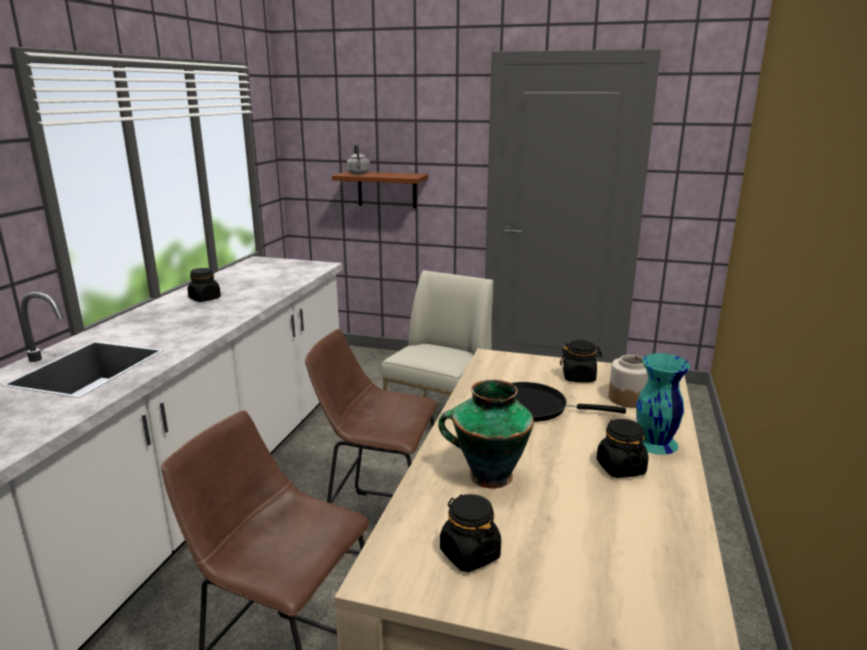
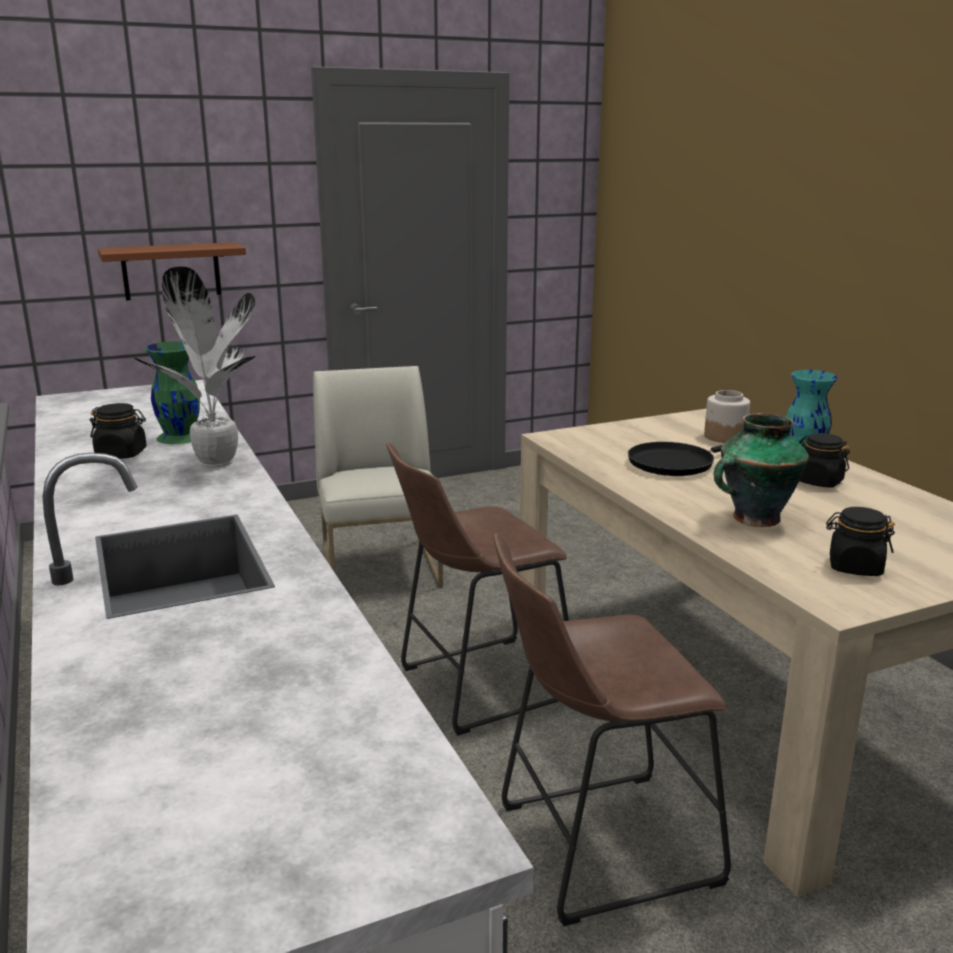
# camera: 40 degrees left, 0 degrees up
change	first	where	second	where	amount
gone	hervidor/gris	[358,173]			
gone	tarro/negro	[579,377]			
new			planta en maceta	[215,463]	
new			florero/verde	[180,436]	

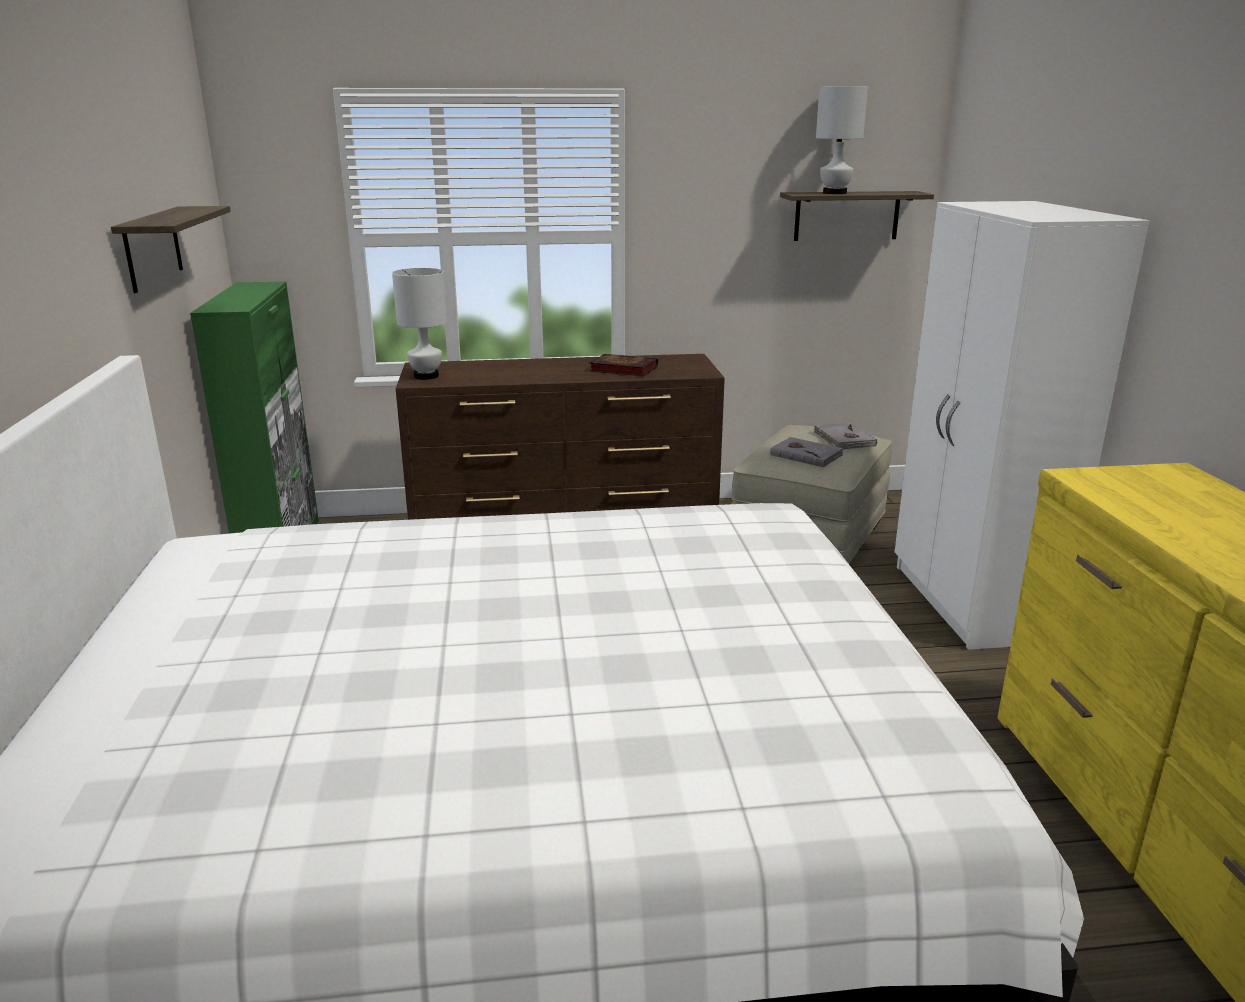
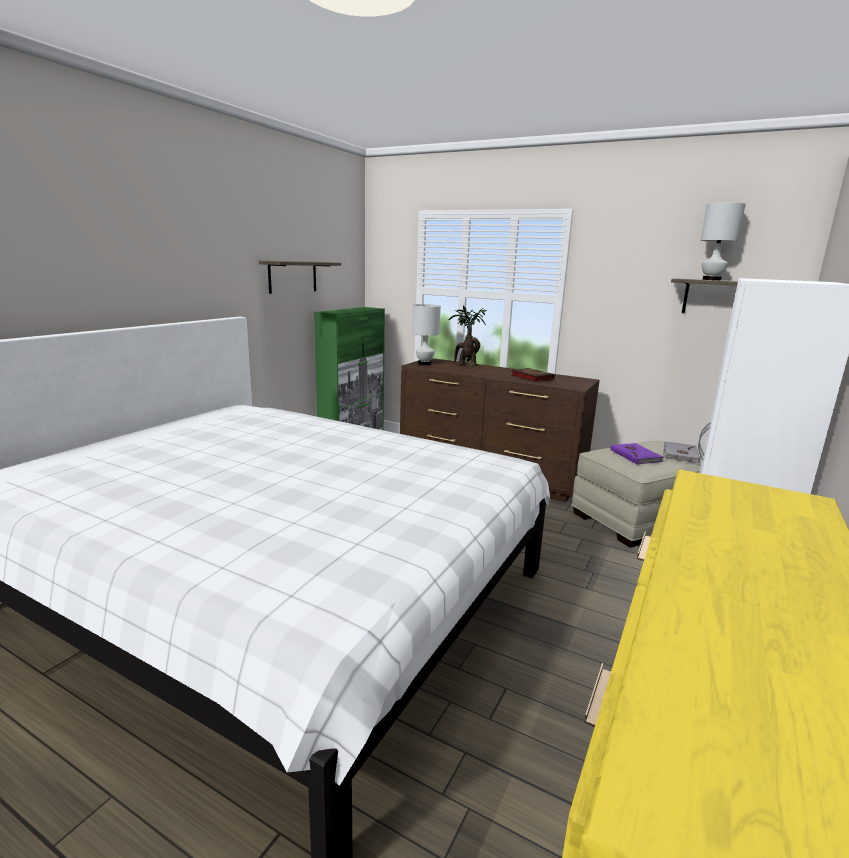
# camera: 35 degrees right, 5 degrees down
change	first	where	second	where	amount
repainted	libro/gris	[806,454]	libro/morado	[636,455]	
new			planta en maceta	[465,364]	

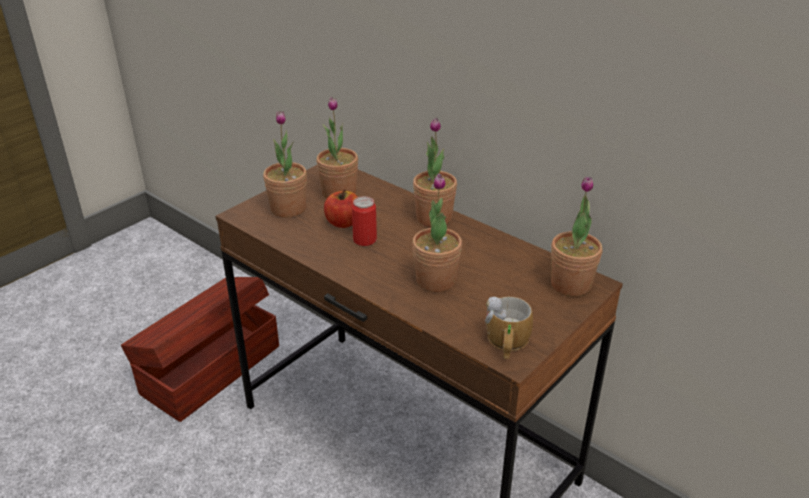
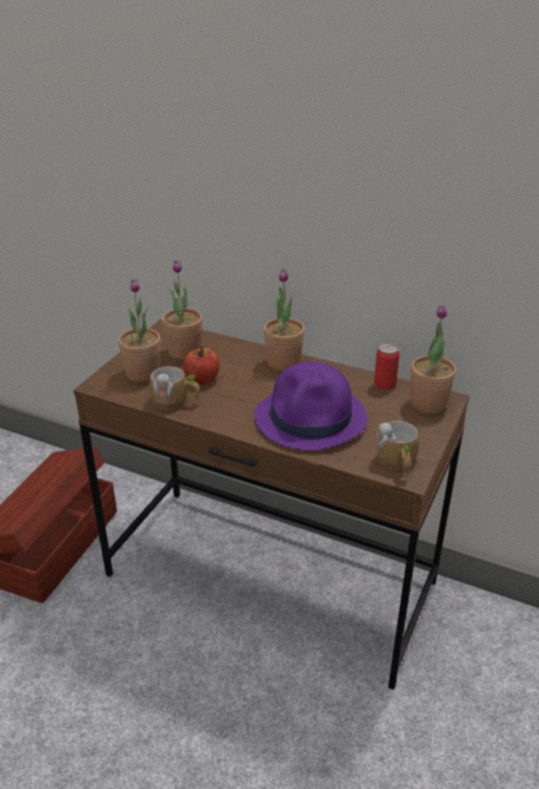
# camera: 15 degrees left, 0 degrees up
change	first	where	second	where	amount
swapped	planta en maceta	[436,280]	sombrero/morado	[311,418]	
shifted	lata	[365,240]		[384,384]	
new			taza grande	[176,401]	

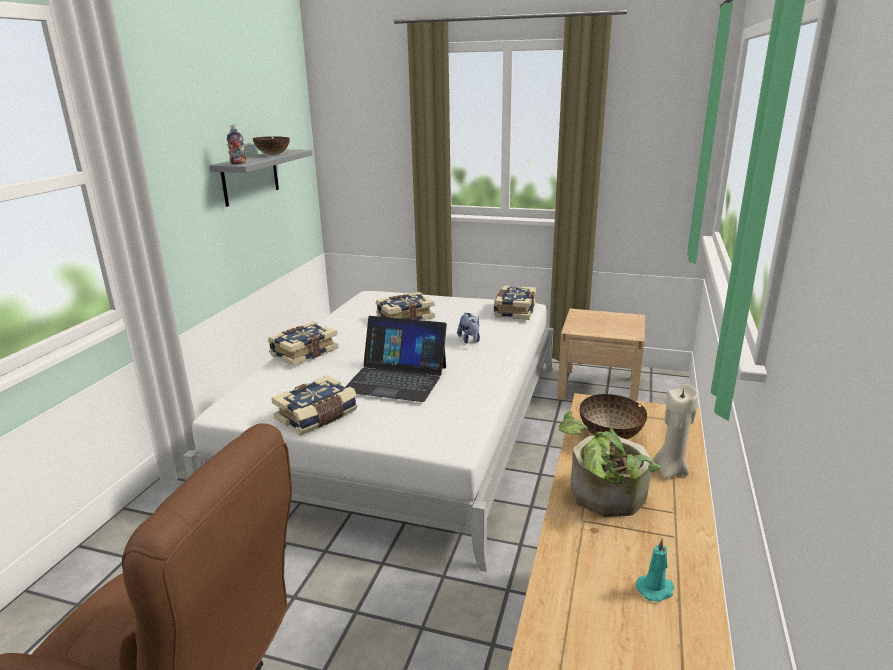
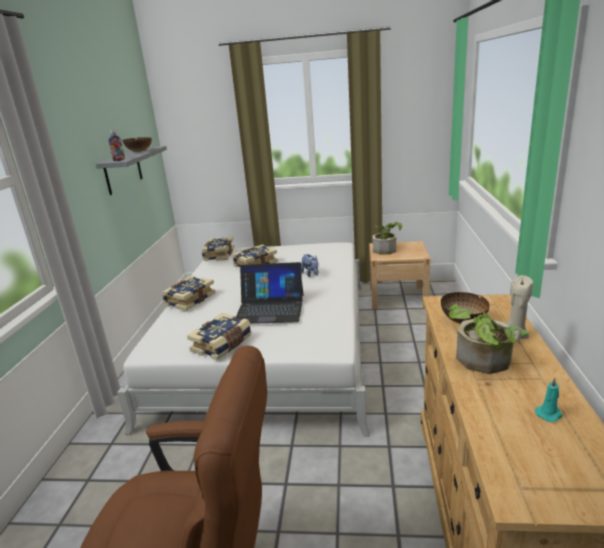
# camera: 10 degrees left, 0 degrees up
change	first	where	second	where	amount
shifted	libro	[513,311]		[218,255]	
new			planta en maceta	[386,249]	

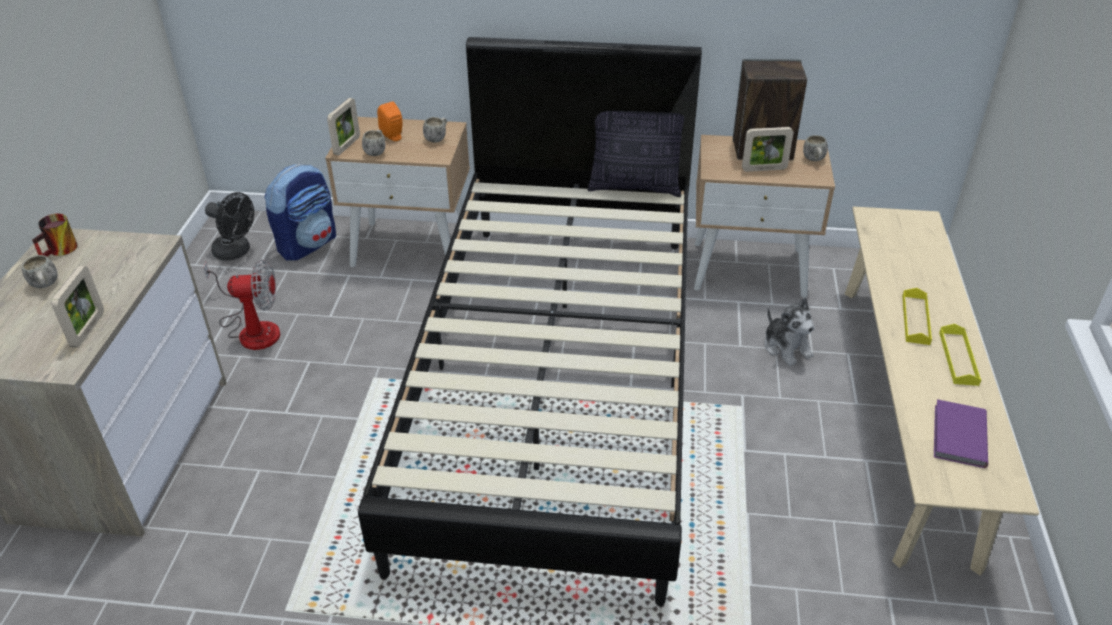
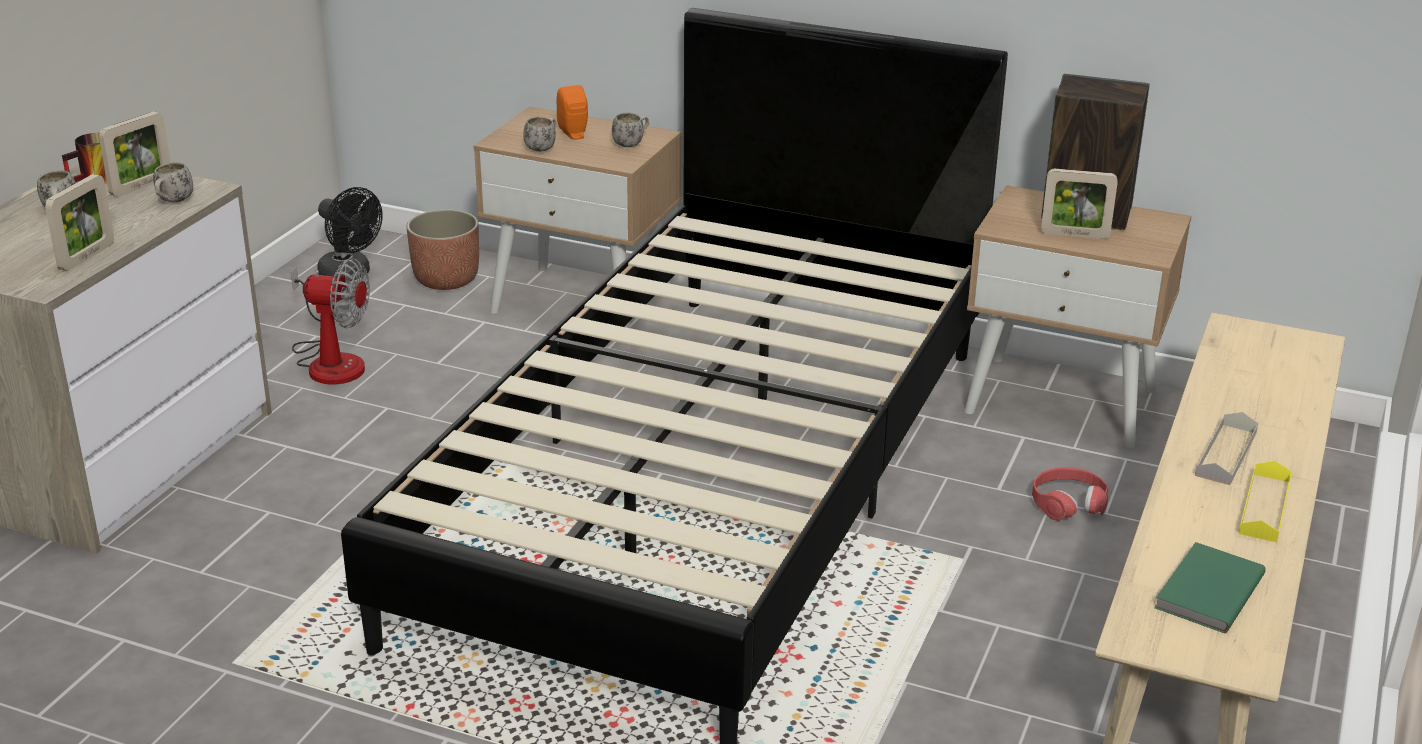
# camera: 15 degrees right, 10 degrees down
change	first	where	second	where	amount
shifted	portarretratos	[347,146]		[141,186]	
gone	cojín	[635,187]			
shifted	taza grande/blanco	[814,160]		[173,202]	
swapped	mochila	[308,244]	maceta	[446,279]	
repainted	bandeja/amarillo	[915,319]	bandeja/gris	[1226,453]	
swapped	peluche	[786,347]	auriculares/rojo	[1068,503]	
repainted	libro/morado	[957,436]	libro/verde	[1206,591]	

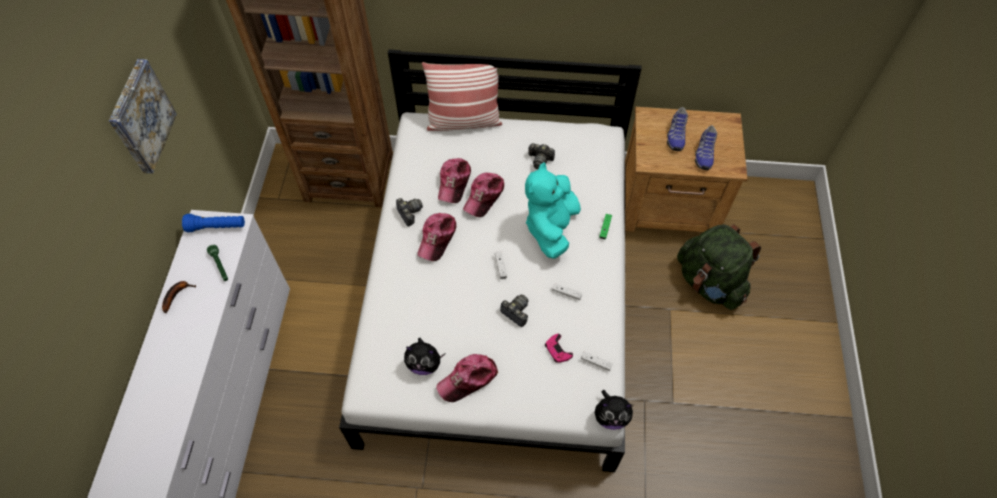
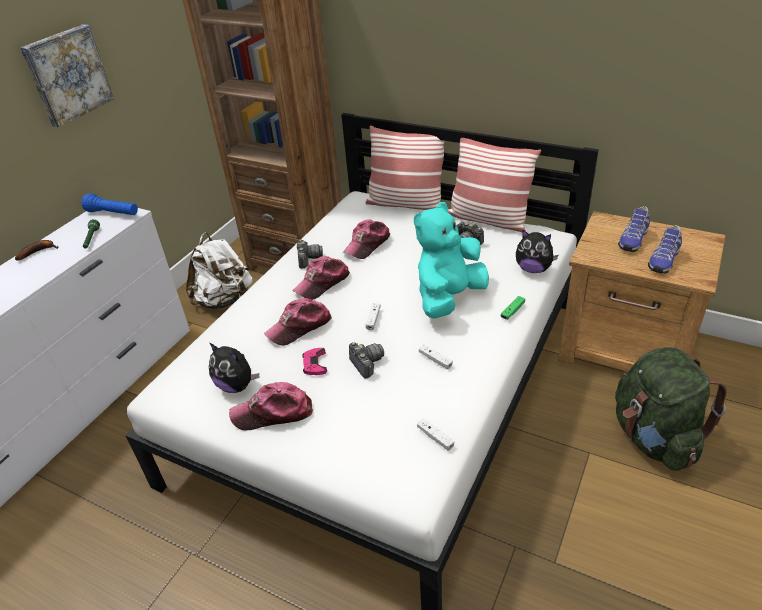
# camera: 25 degrees right, 20 degrees down
change	first	where	second	where	amount
shifted	gorra	[484,196]		[299,327]	
shifted	mando de consola/rosa	[557,350]		[314,364]	
shifted	peluche	[611,416]		[533,269]	
new			cojín	[488,219]	
new			mochila/blanco	[225,300]	

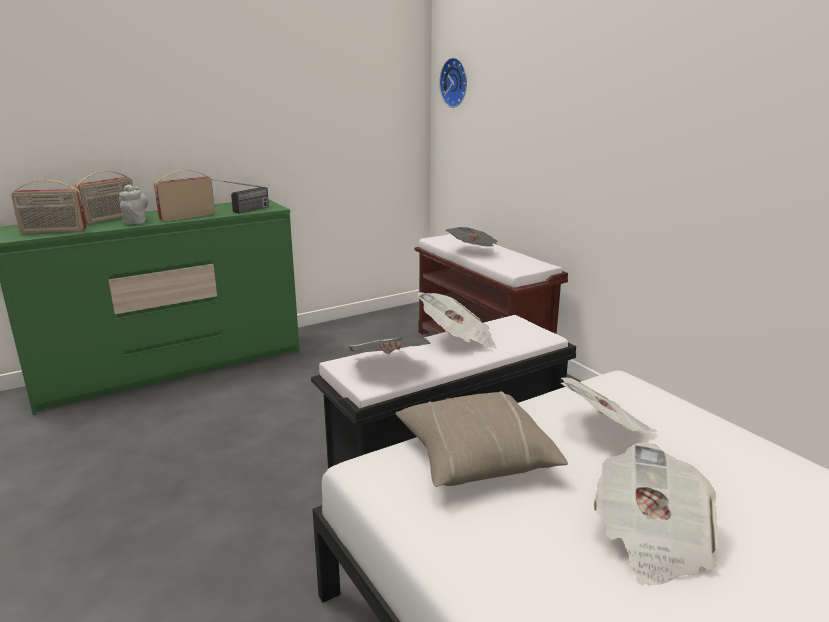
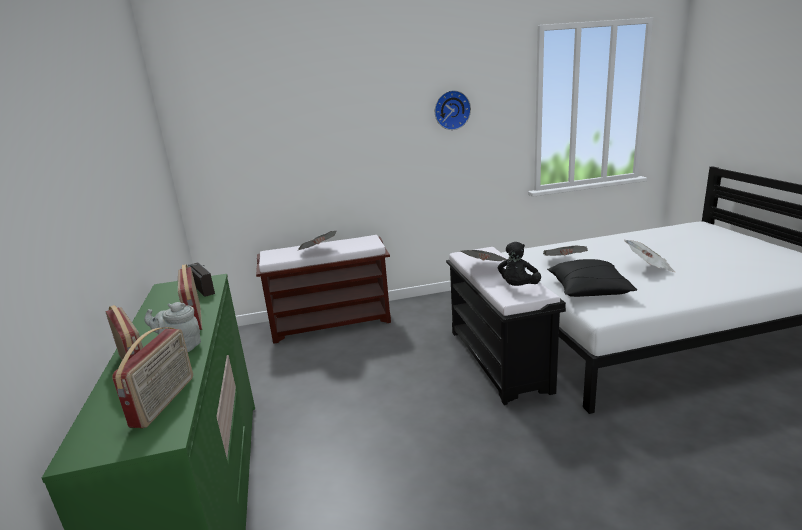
# camera: 70 degrees left, 0 degrees up
change	first	where	second	where	amount
shifted	reloj de pared	[456,82]		[451,110]	
swapped	periódico	[388,367]	peluche/negro	[518,287]	
repainted	cojín/beis	[475,457]	cojín/negro	[589,290]	

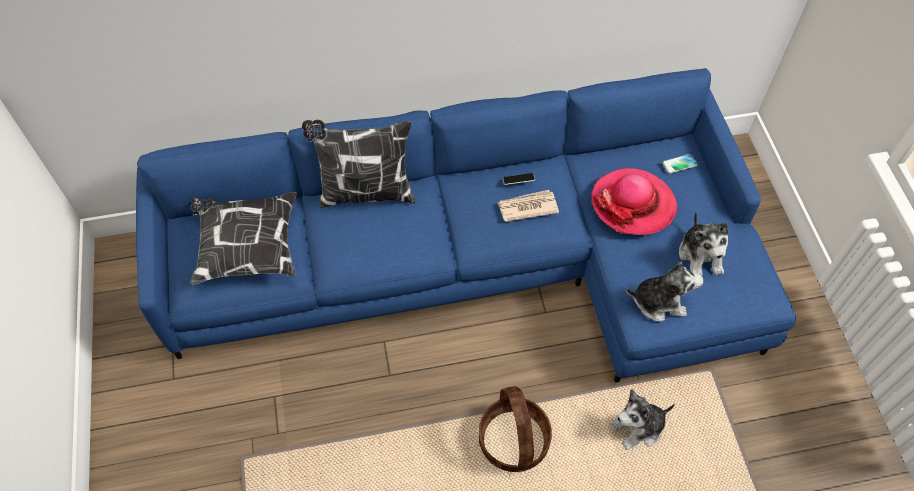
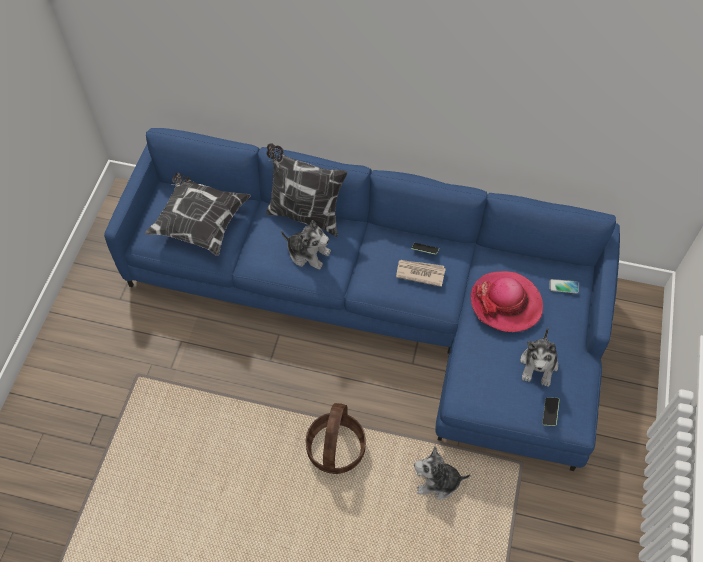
# camera: 25 degrees right, 0 degrees up
change	first	where	second	where	amount
shifted	peluche	[659,301]		[308,253]	
new			móvil	[550,413]	

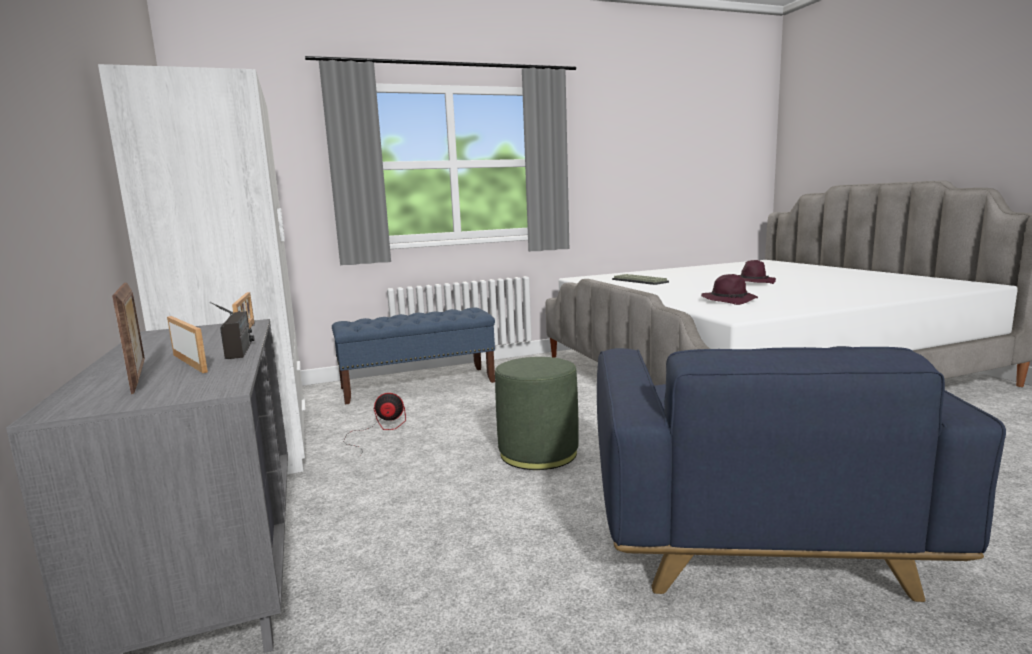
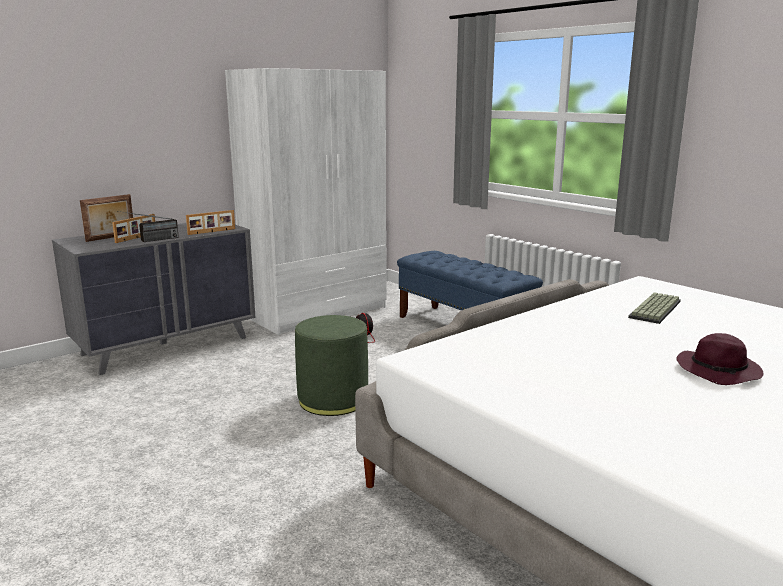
# camera: 70 degrees right, 5 degrees up
change	first	where	second	where	amount
gone	sombrero/morado	[729,300]			
gone	sillón/azul	[748,526]			

